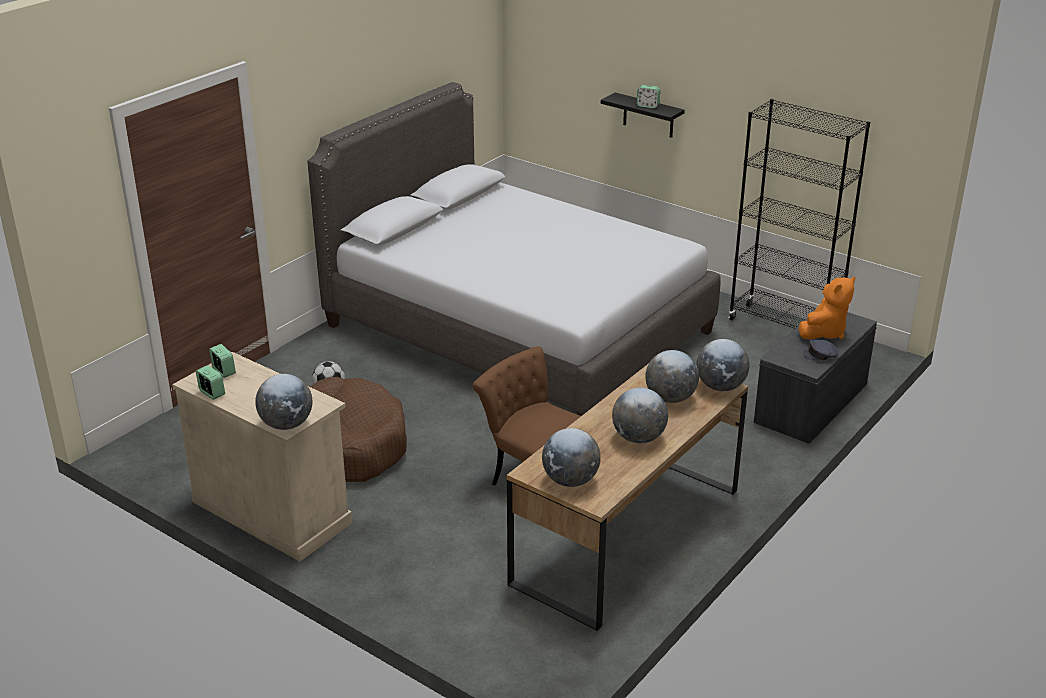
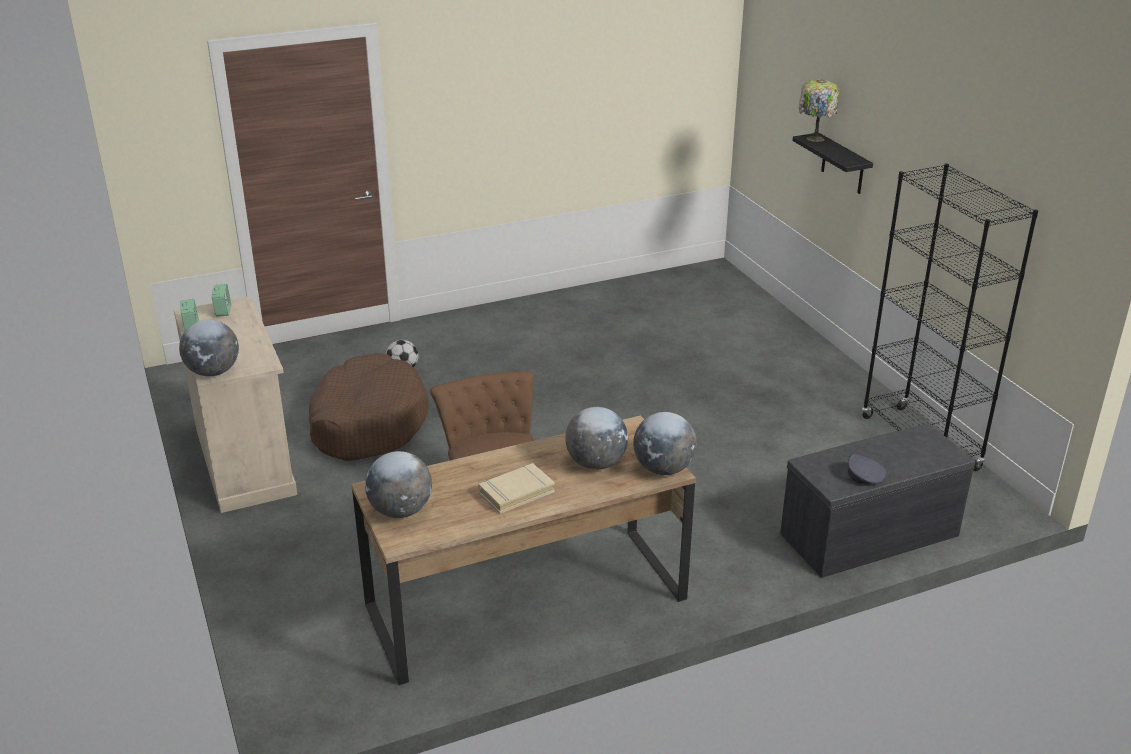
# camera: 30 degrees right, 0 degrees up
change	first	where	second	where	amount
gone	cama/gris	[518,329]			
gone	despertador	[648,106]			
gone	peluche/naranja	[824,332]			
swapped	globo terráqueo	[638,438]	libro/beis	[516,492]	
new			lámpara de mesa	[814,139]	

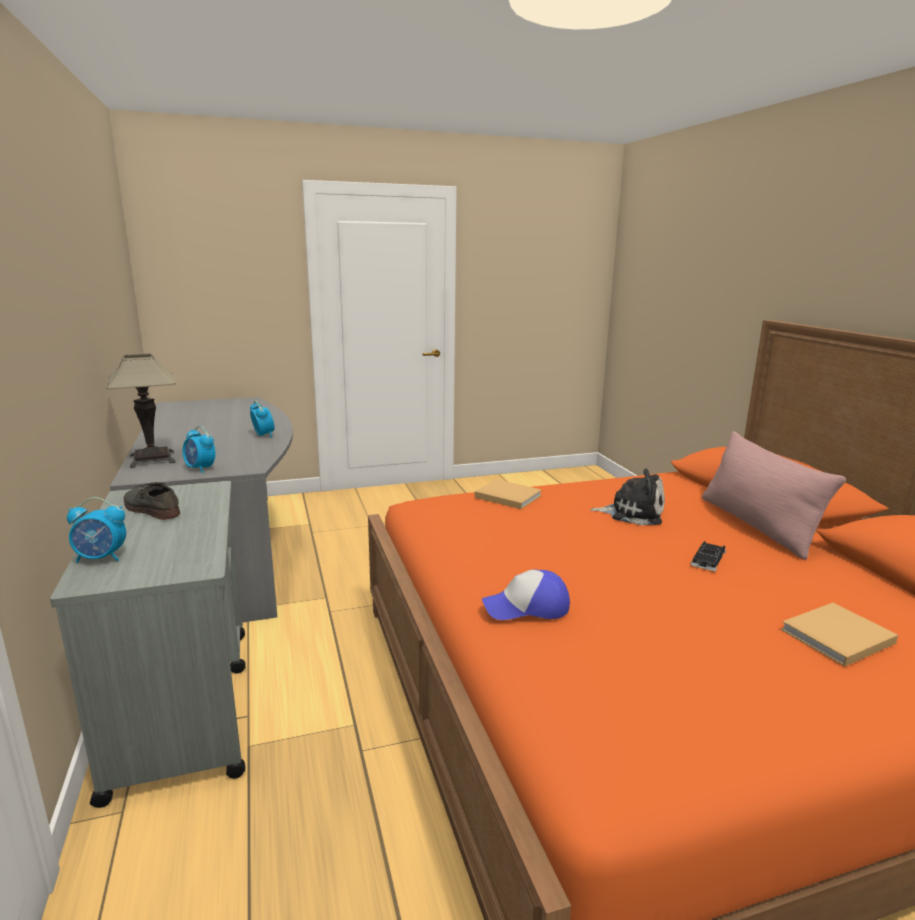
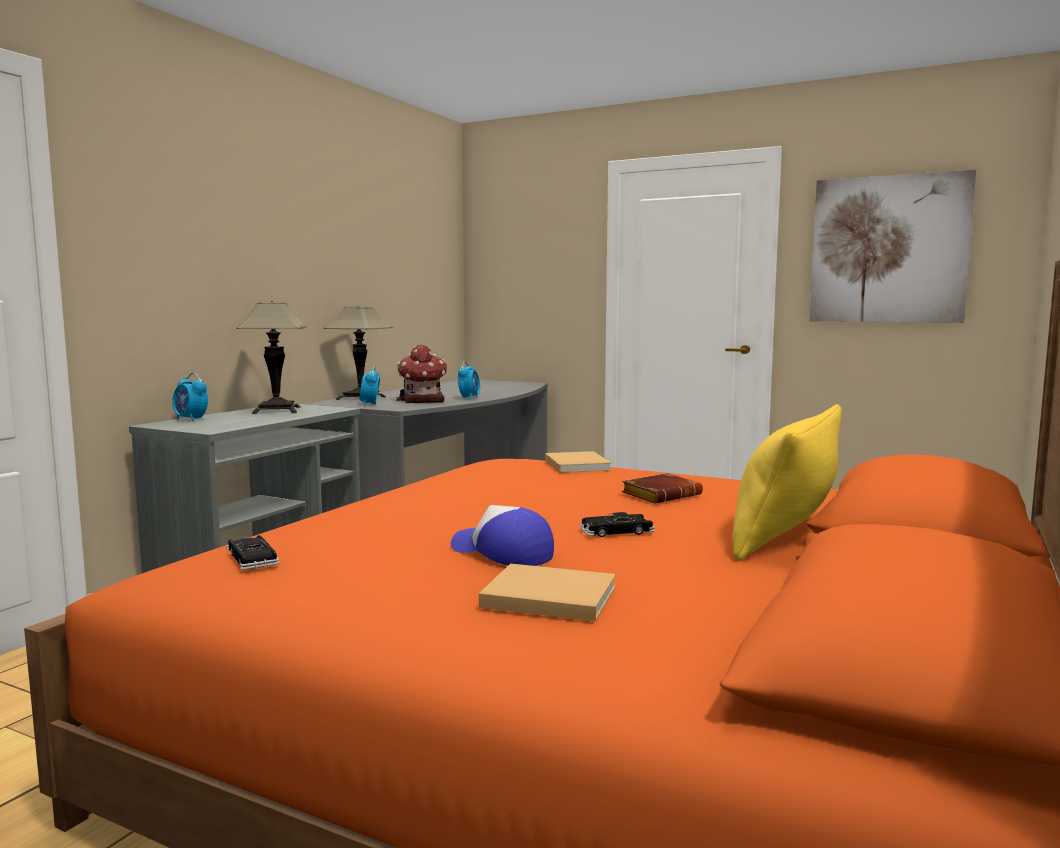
# camera: 45 degrees right, 10 degrees down
change	first	where	second	where	amount
repainted	cojín/rosa	[756,525]	cojín/amarillo	[786,532]	
swapped	peluche	[632,513]	libro/marrón	[661,495]	
swapped	zapato/gris	[150,509]	lámpara de mesa	[276,410]	
shifted	gorra	[527,607]		[502,553]	
new			cuadro	[888,249]	
new			casita	[423,401]	
new			coche de juguete/negro	[252,559]	

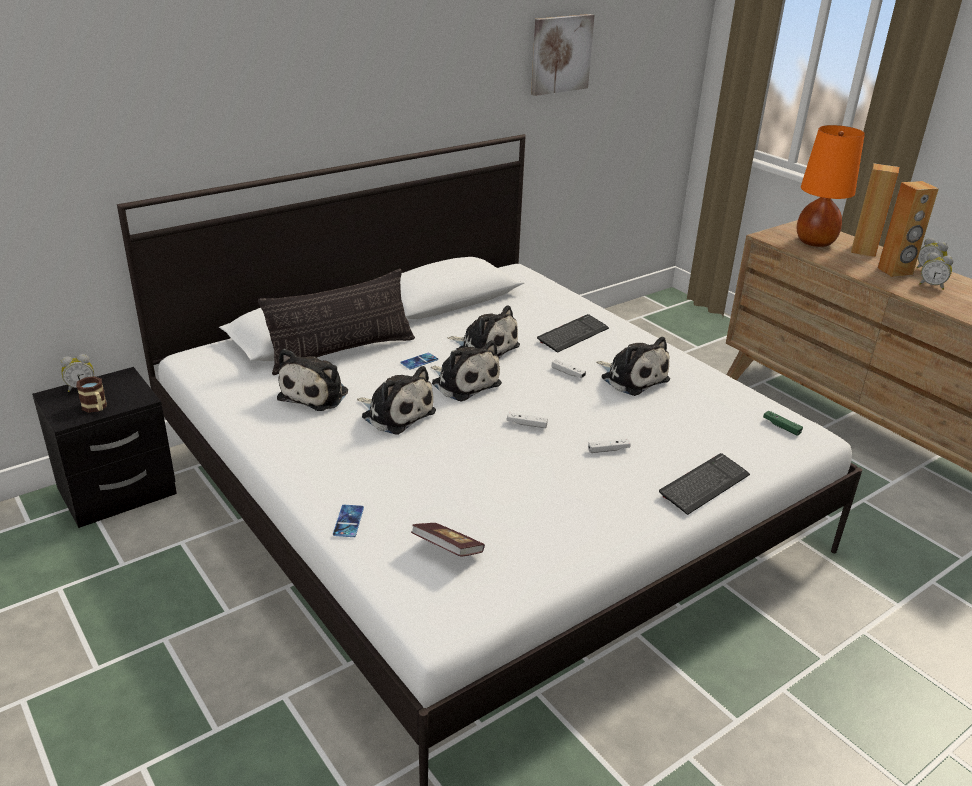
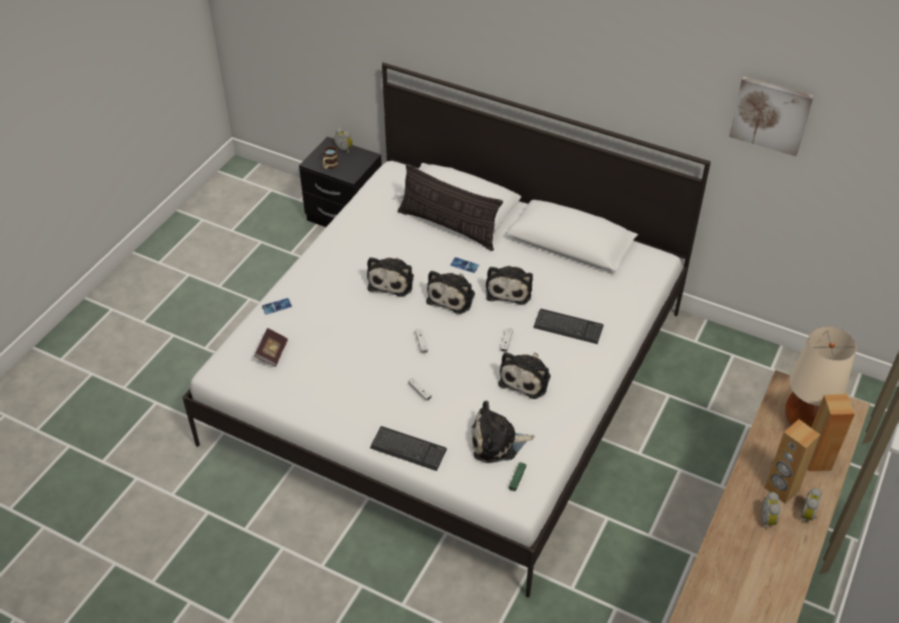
# camera: 65 degrees right, 15 degrees up
change	first	where	second	where	amount
repainted	lámpara de mesa/naranja	[814,242]	lámpara de mesa/beis	[803,421]	
shifted	peluche	[316,394]		[497,442]	

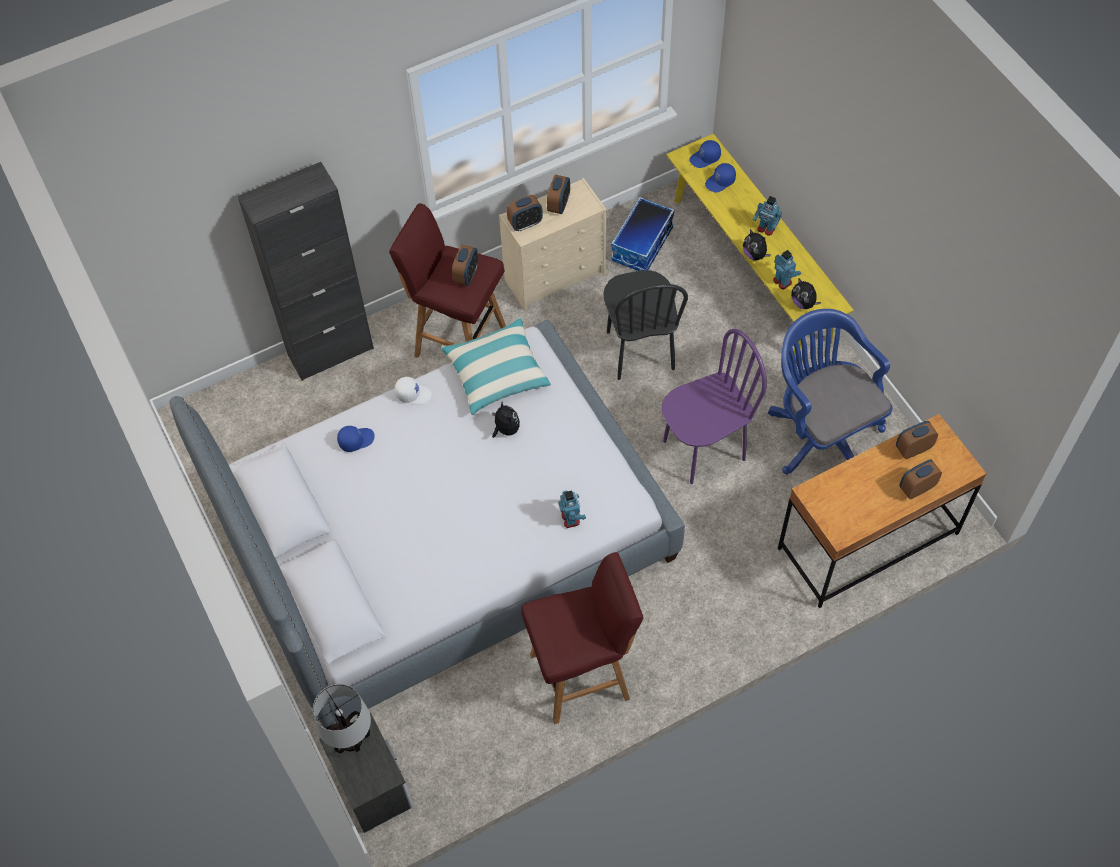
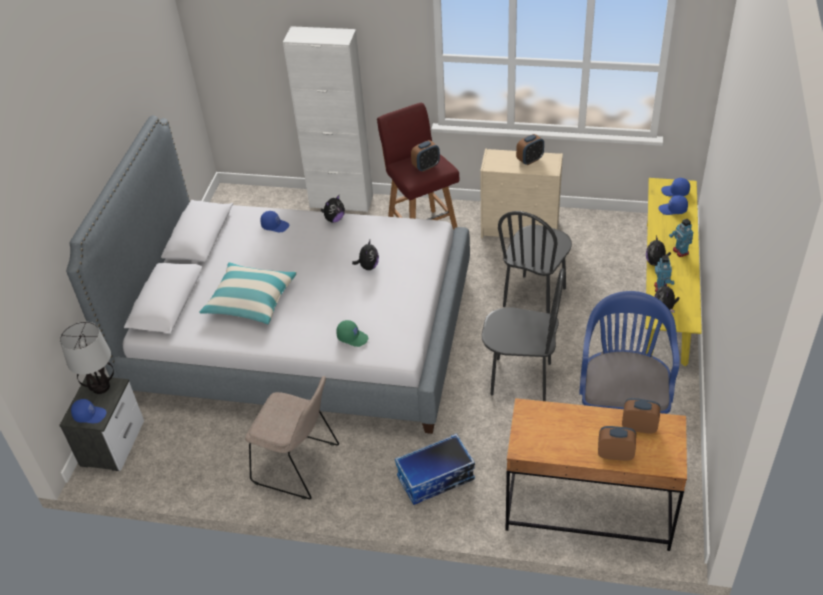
# camera: 40 degrees right, 15 degrees down
change	first	where	second	where	amount
repainted	armario/negro	[330,351]	armario/blanco	[341,201]	
gone	despertador	[525,223]			
shifted	caja de almacenaje	[642,245]		[435,479]	
shifted	cojín	[497,373]		[250,300]	
repainted	silla/morado	[703,449]	silla/negro	[521,379]	
swapped	gorra/blanco	[413,394]	peluche	[334,219]	
swapped	robot de juguete	[571,519]	gorra/verde	[352,337]	
swapped	taburete/rojo	[582,676]	silla/beis	[299,465]	
new			gorra/azul	[90,415]	

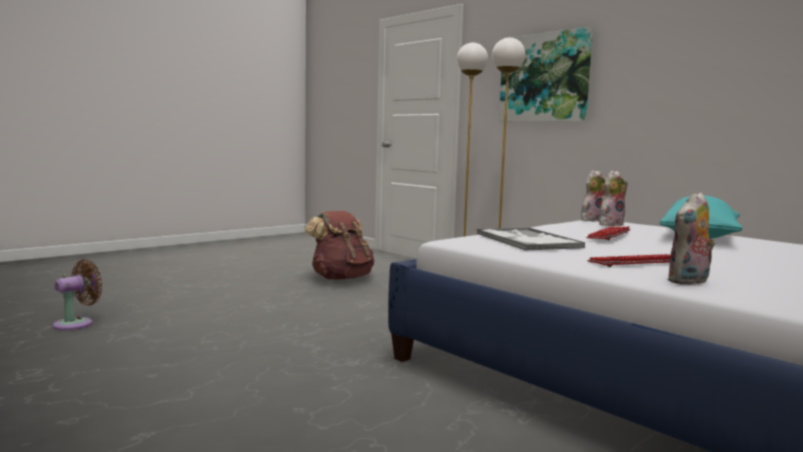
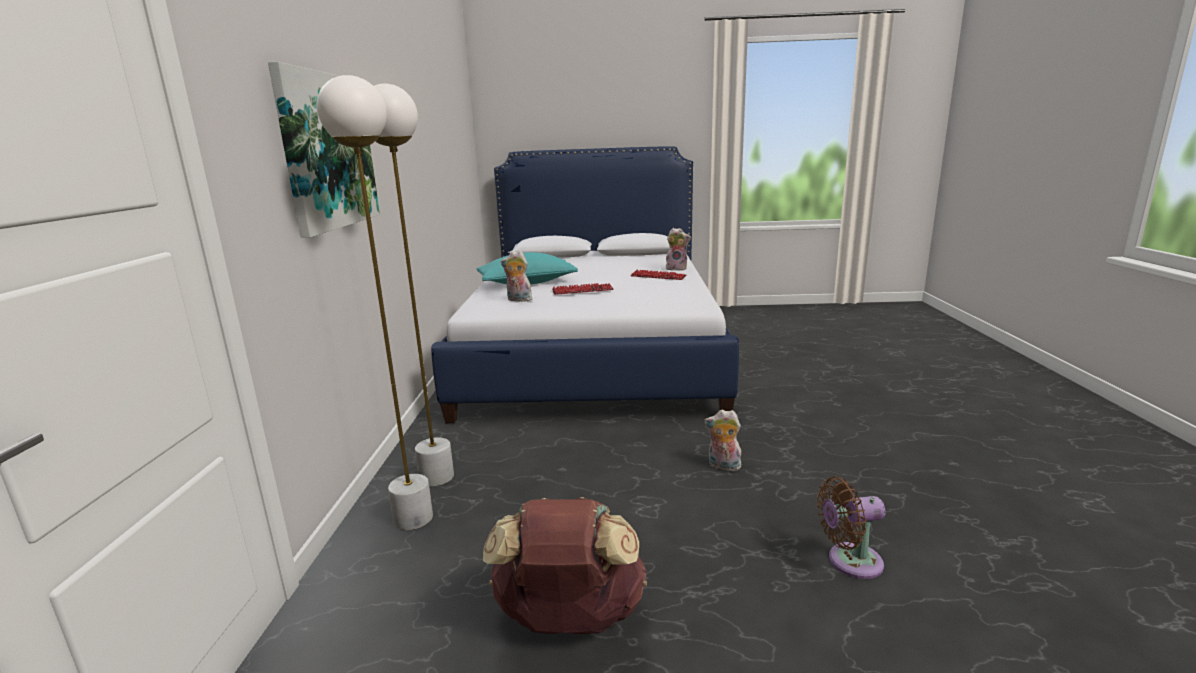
# camera: 135 degrees left, 10 degrees up
change	first	where	second	where	amount
shifted	peluche	[592,220]		[723,466]	
gone	bandeja	[526,240]			
shifted	ventilador/marrón	[77,323]		[849,562]	

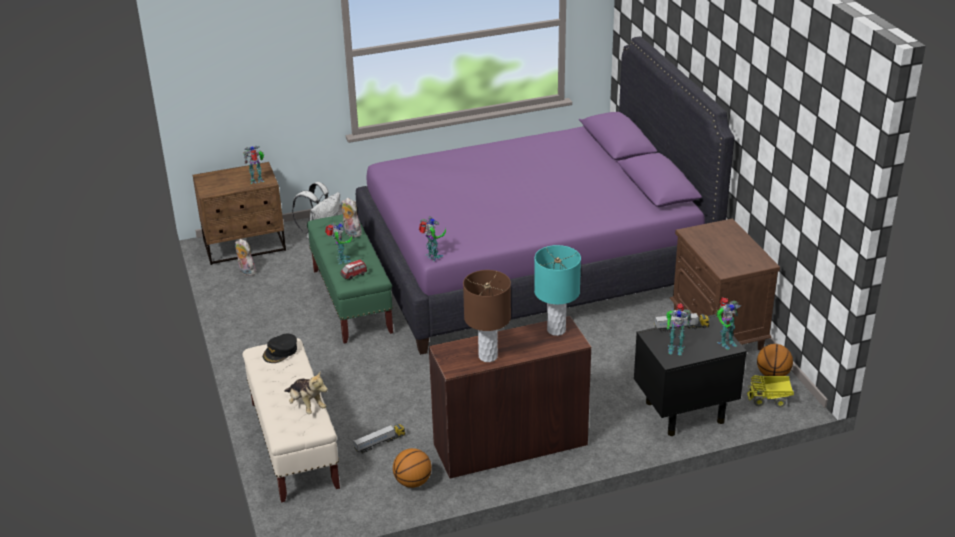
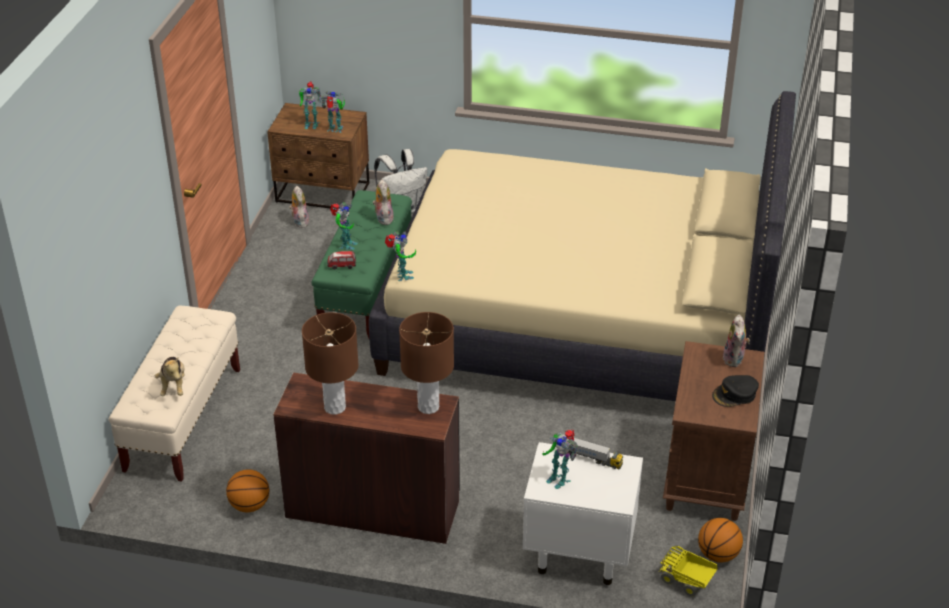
# camera: 30 degrees right, 5 degrees up
change	first	where	second	where	amount
repainted	cama/morado	[532,264]	cama/beis	[580,319]	
repainted	lámpara de mesa/turquesa	[556,330]	lámpara de mesa/marrón	[429,407]	
shifted	robot de juguete	[725,342]		[310,124]	
repainted	mesita de noche/negro	[683,412]	mesita de noche/blanco	[578,553]	
shifted	gorra/negro	[280,352]		[735,394]	
gone	camión de juguete	[380,443]			
new			peluche	[734,359]	

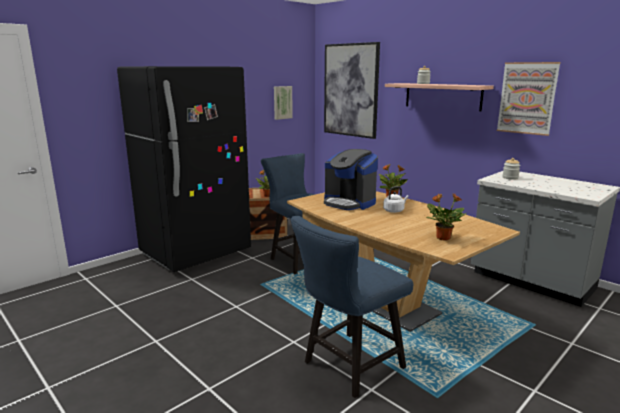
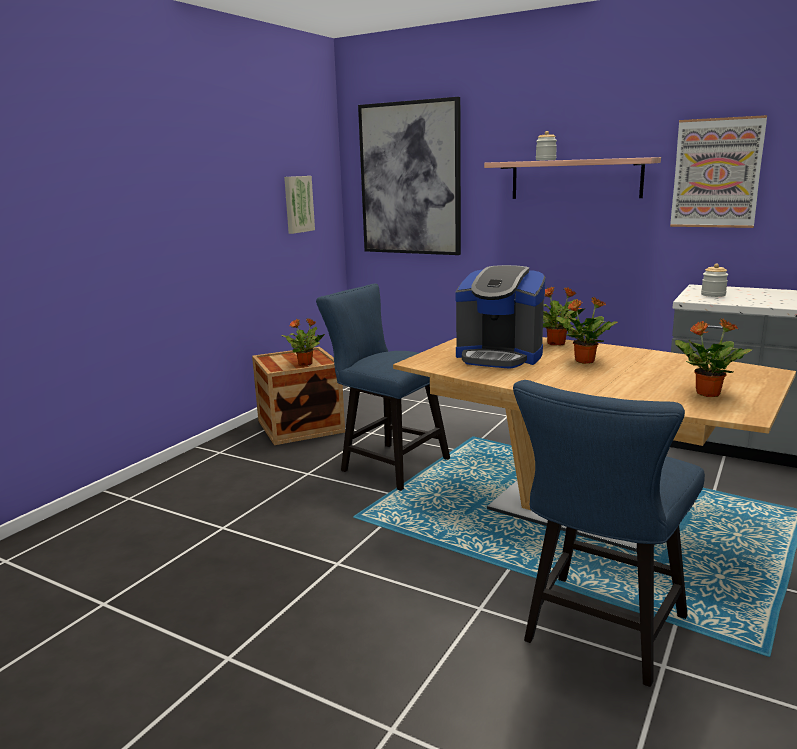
# camera: 15 degrees left, 0 degrees up
change	first	where	second	where	amount
gone	nevera/negro	[196,253]			
swapped	hervidor/blanco	[394,210]	planta en maceta	[583,361]	

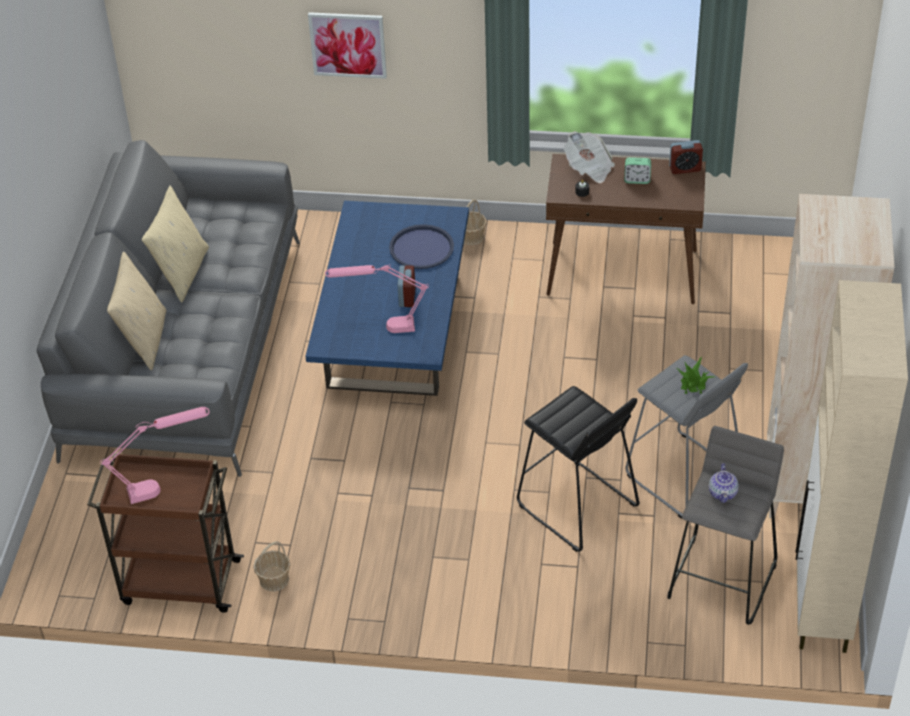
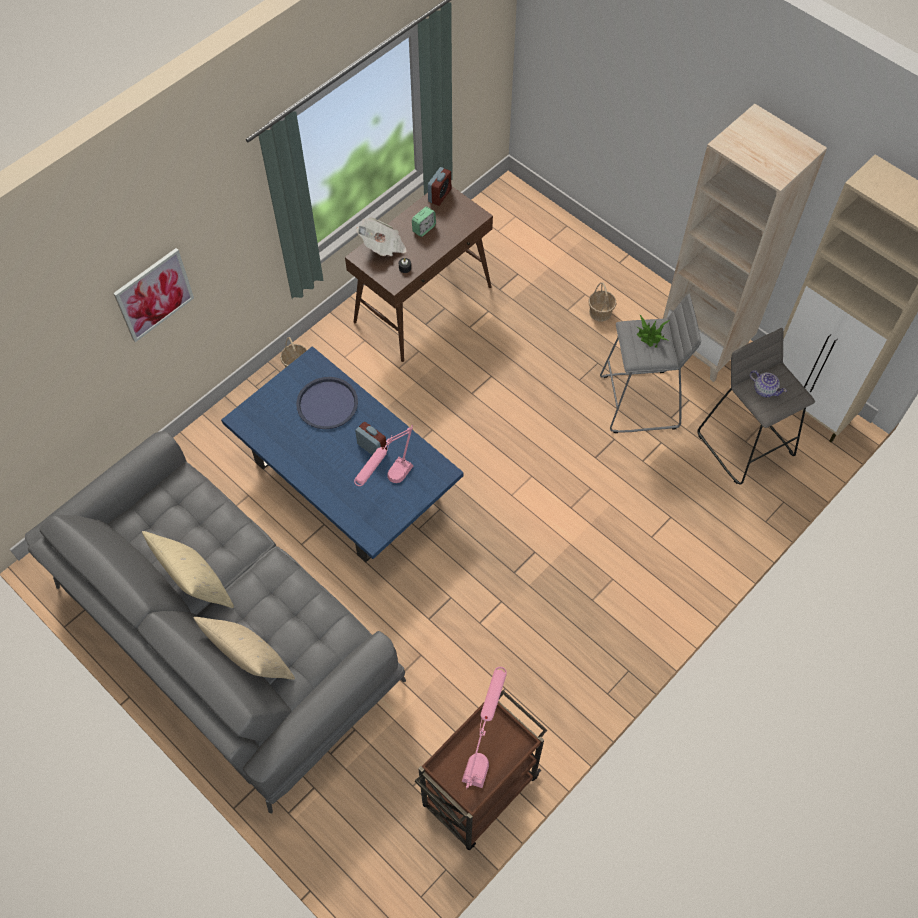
# camera: 55 degrees left, 15 degrees up
change	first	where	second	where	amount
gone	taburete/negro	[577,506]			
shifted	cesta	[274,579]		[600,312]	

